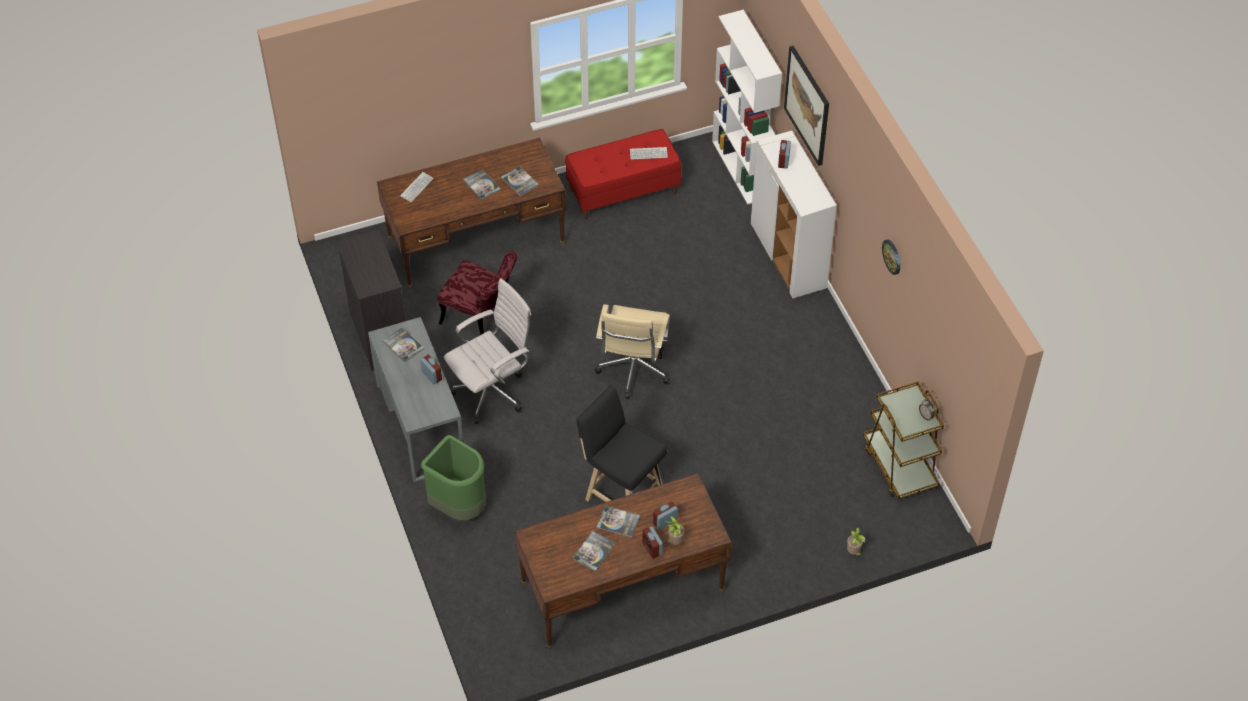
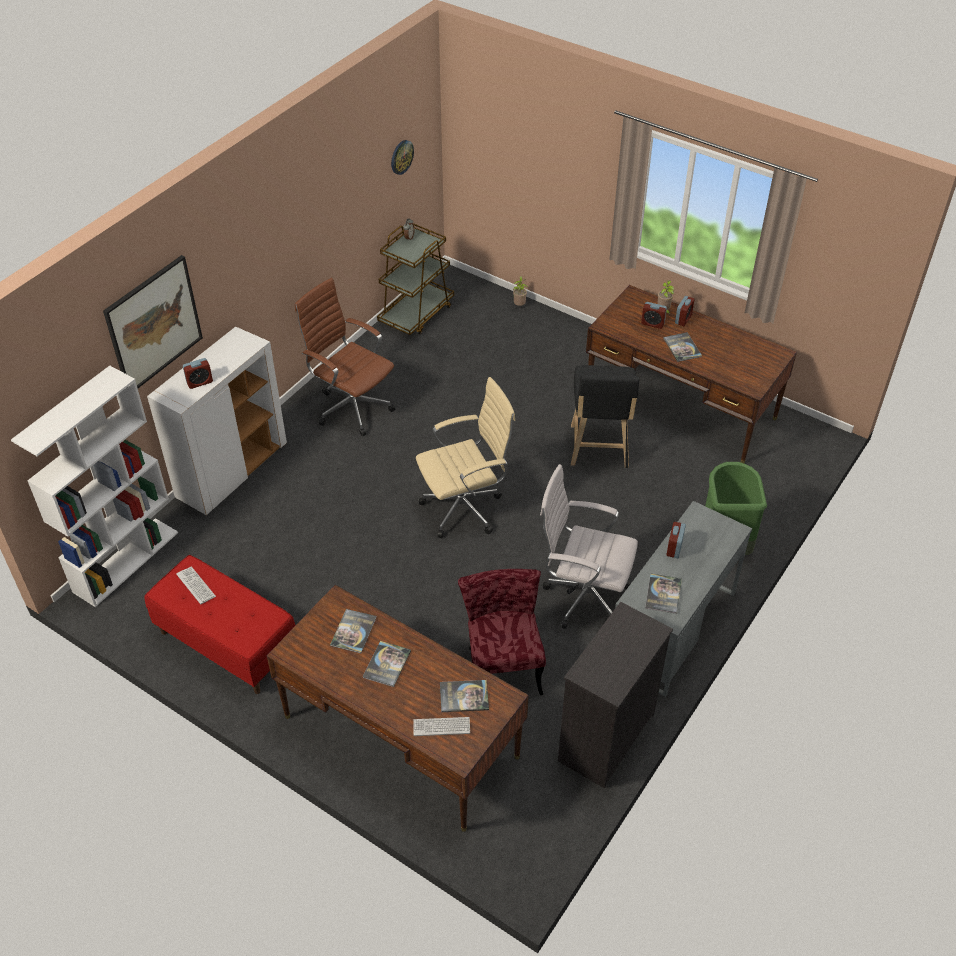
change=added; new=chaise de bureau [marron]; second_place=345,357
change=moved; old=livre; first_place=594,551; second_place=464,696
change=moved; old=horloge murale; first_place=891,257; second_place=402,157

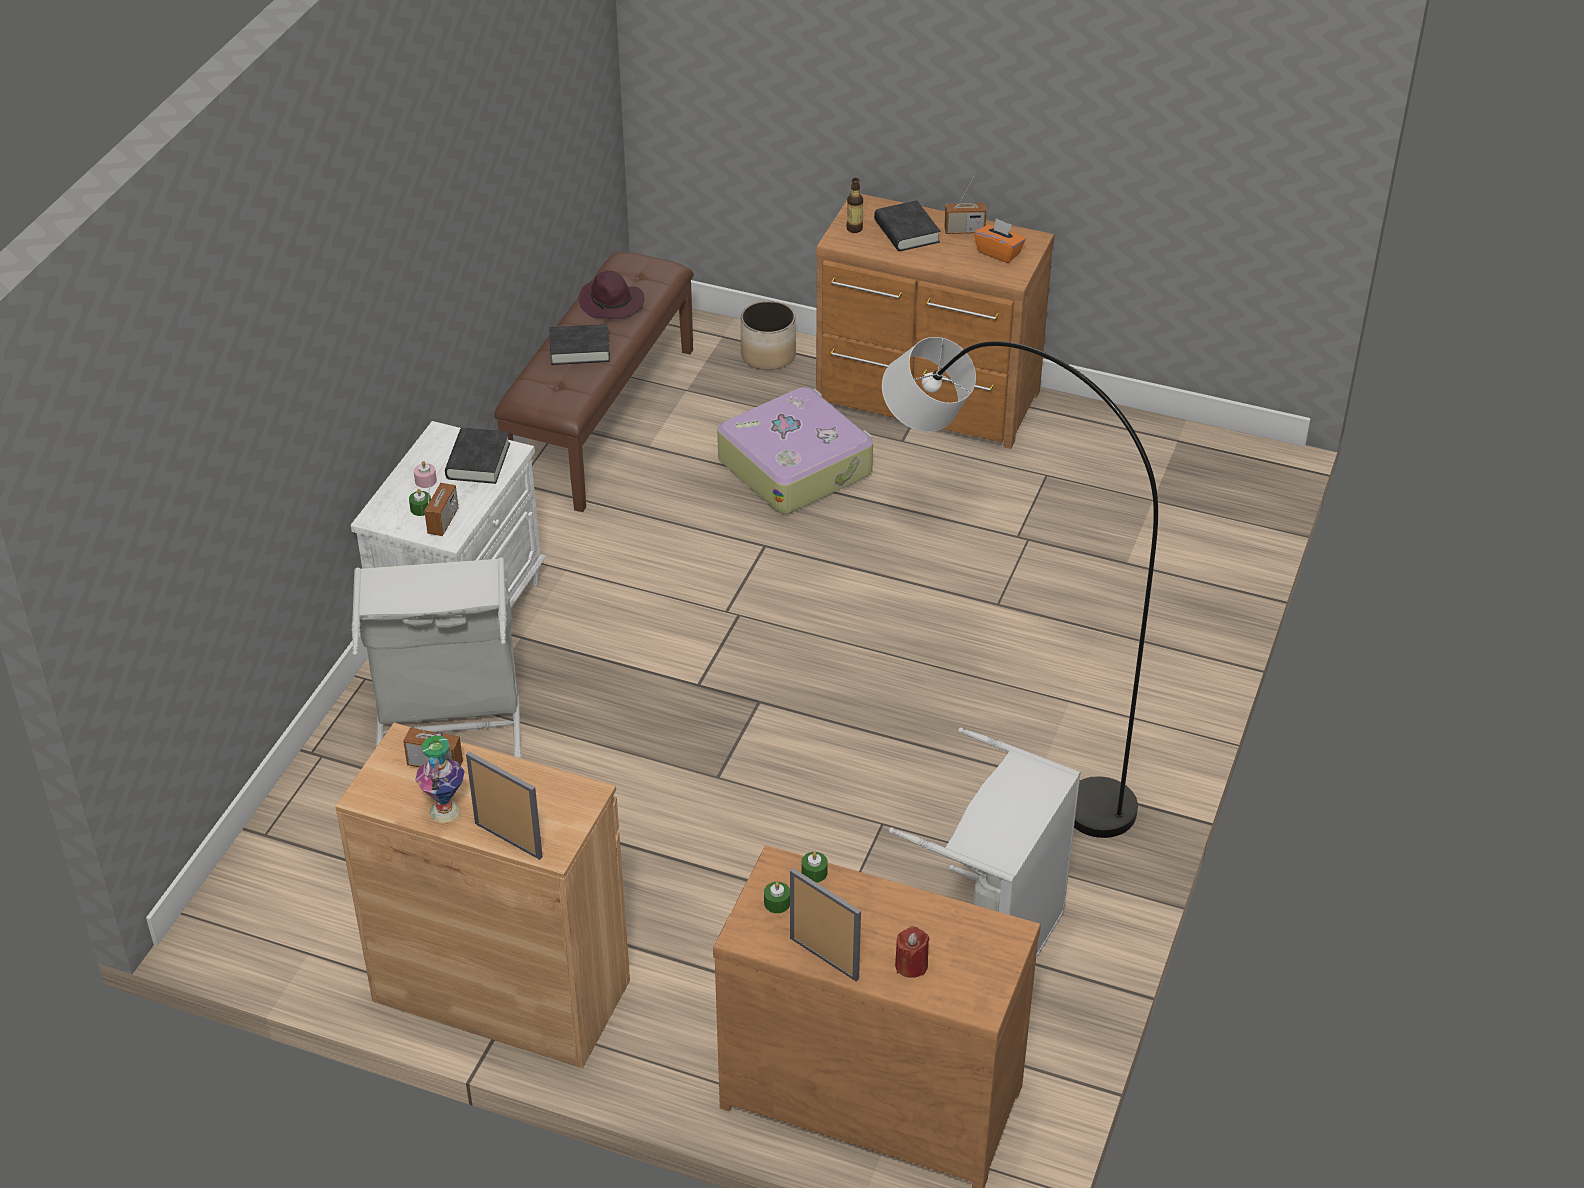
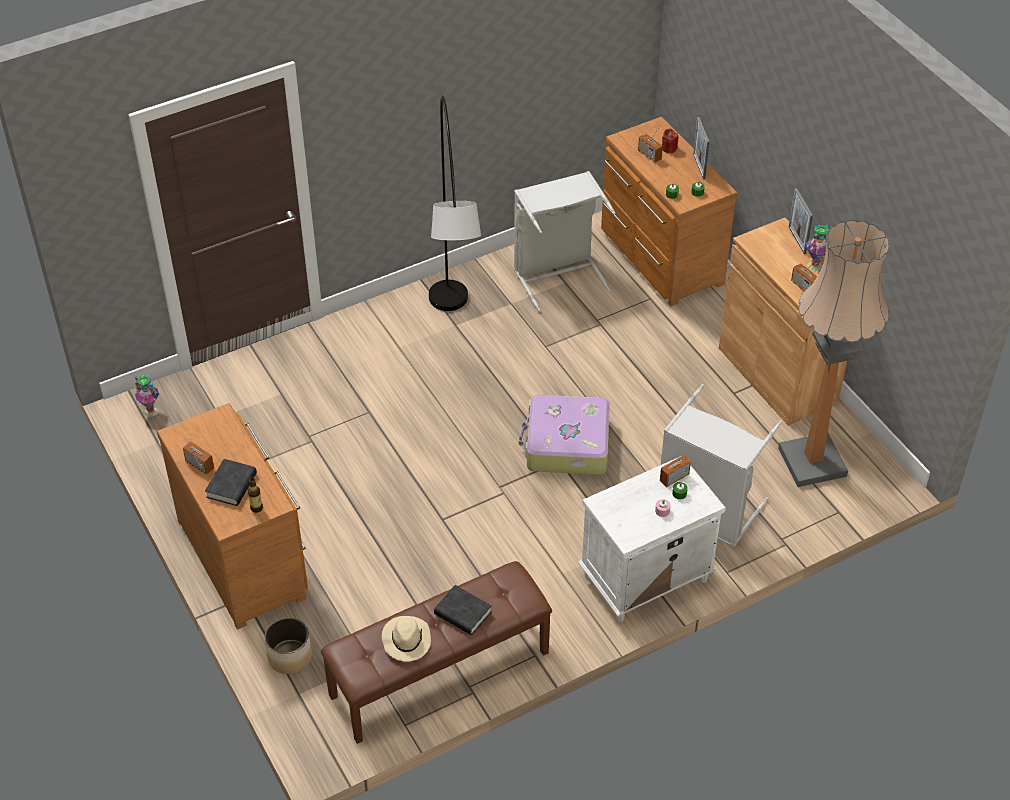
change=removed; old=livre [noir]; first_place=477,456
change=removed; old=boîte à mouchoirs [orange]; first_place=1000,240
change=added; new=vase; second_place=147,396
change=added; new=radio; second_place=650,144
change=added; new=lampadaire; second_place=834,353
change=moved; old=valise; first_place=795,450; second_place=564,435
change=recoloured; old=chapeau [violet]; new=chapeau [beige]; first_place=612,295; second_place=406,639

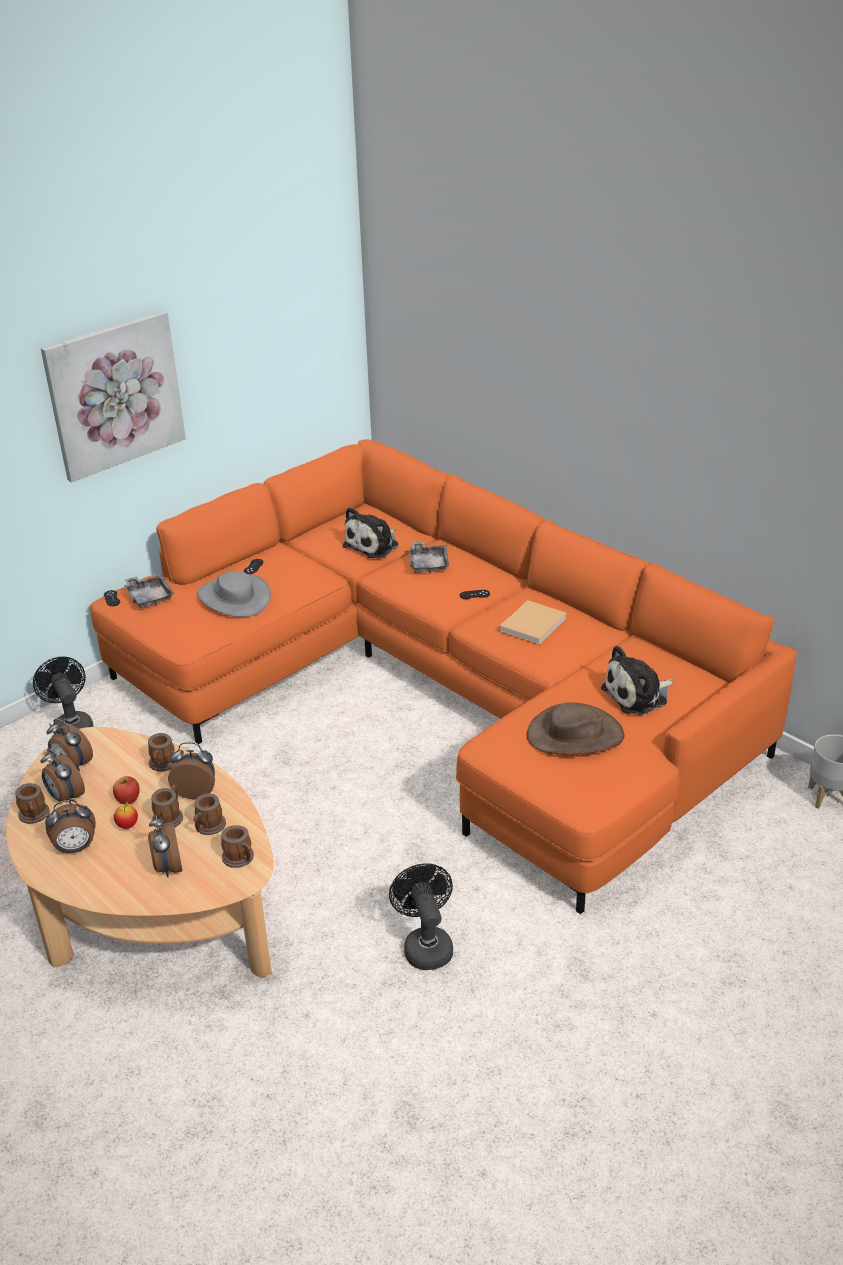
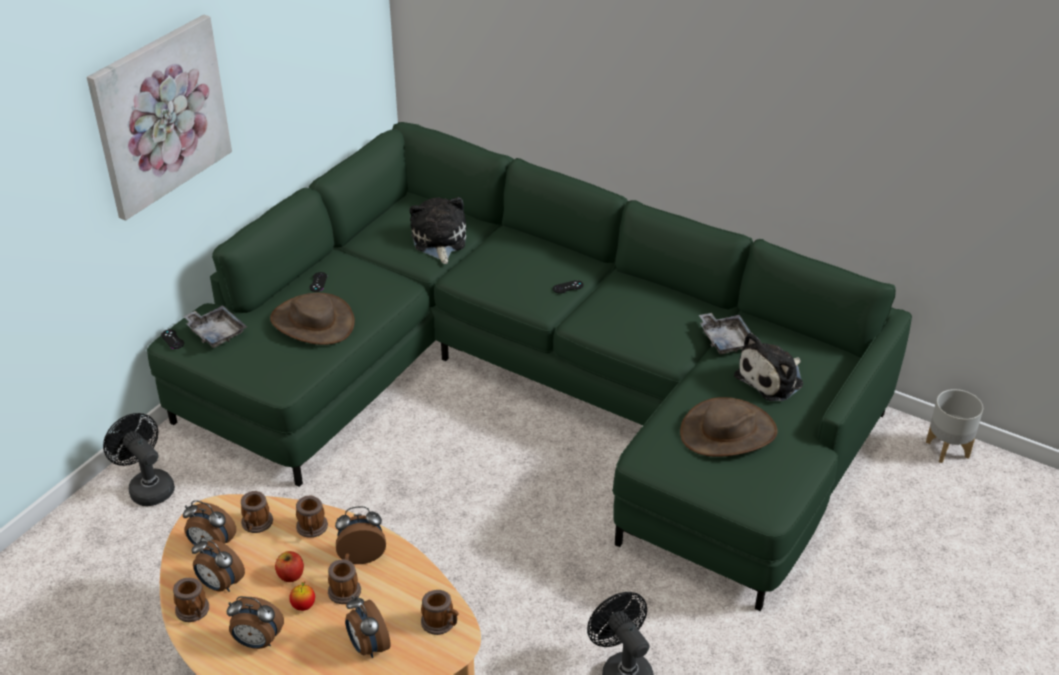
change=removed; old=livre [beige]; first_place=533,622
change=moved; old=mug; first_place=209,814; second_place=257,512
change=moved; old=plateau [gris]; first_place=429,557; second_place=725,333
change=recoloured; old=canapé [orange]; new=canapé [vert]; first_place=443,676; second_place=529,366
change=recoloured; old=chapeau [gris]; new=chapeau [marron]; first_place=234,594; second_place=312,319
change=turned; old=réveil; first_place=70,826; second_place=255,622; degrees=45
change=turned; old=peluche; first_place=370,532; second_place=437,230; degrees=150

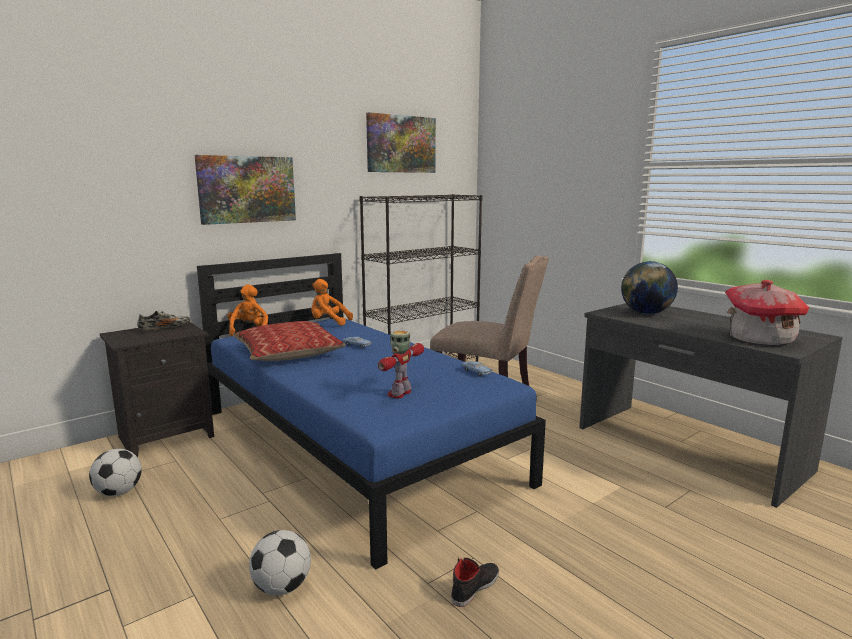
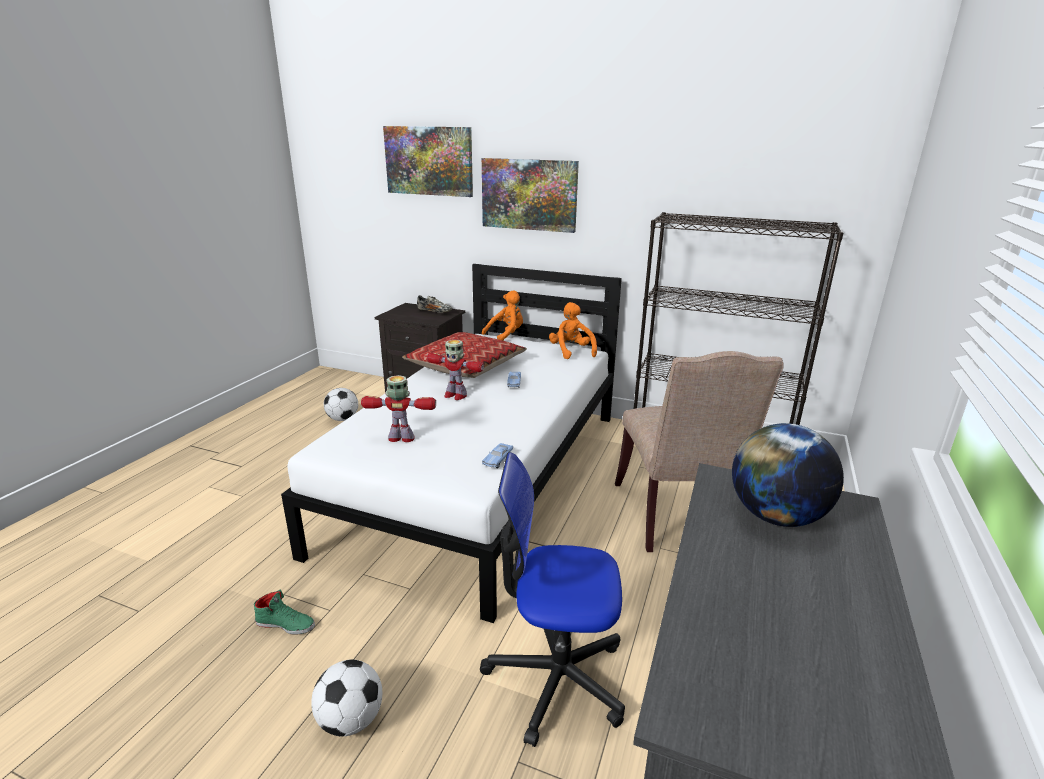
change=removed; old=maison miniature; first_place=767,312
change=added; new=robot jouet; second_place=455,370
change=added; new=chaise de bureau; second_place=552,599
change=moved; old=ballon de foot; first_place=280,562; second_place=346,698
change=moved; old=tableau; first_place=401,142; second_place=428,161
change=recoloured; old=lit [bleu]; new=lit [blanc]; first_place=371,411; second_place=451,443
change=recoloured; old=chaussure [noir]; new=chaussure [vert]; first_place=475,582; second_place=284,611

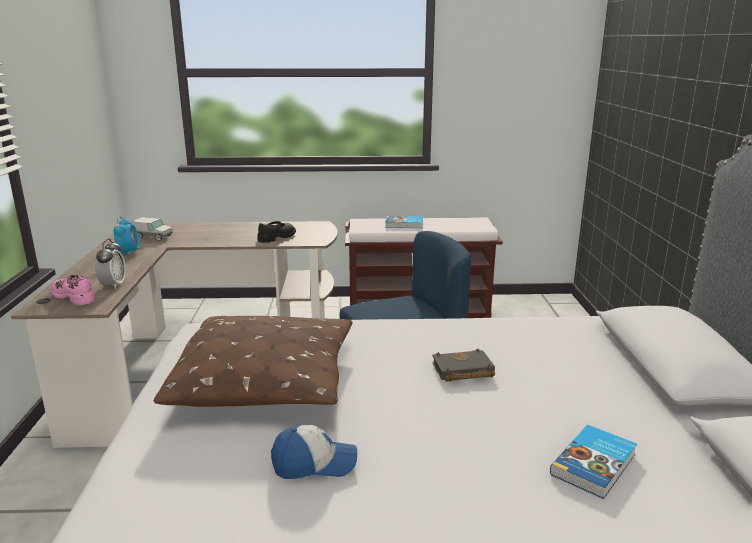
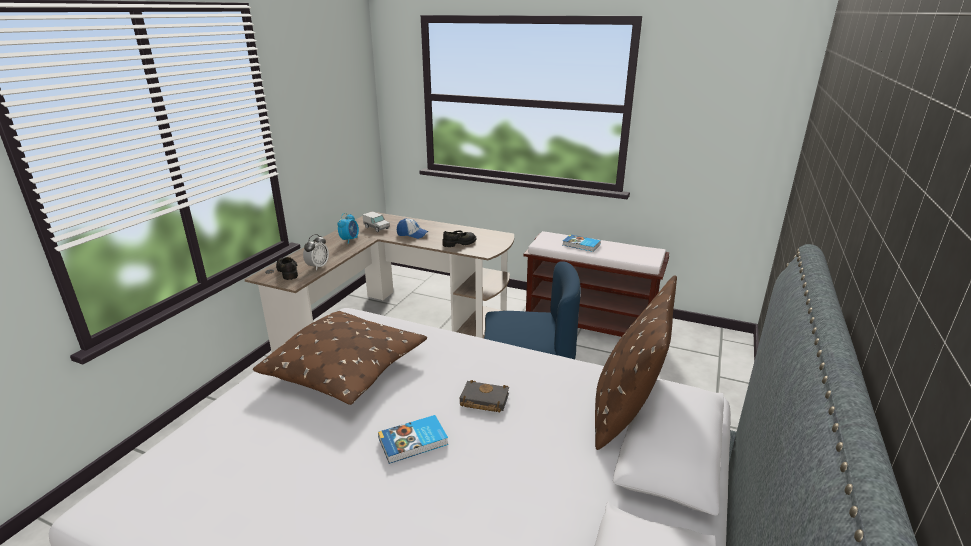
change=added; new=coussin [marron]; second_place=636,362
change=moved; old=casquette; first_place=314,452; second_place=413,228
change=moved; old=livre; first_place=593,462; second_place=413,439
change=recoloured; old=chaussure [rose]; new=chaussure [noir]; first_place=73,290; second_place=287,268

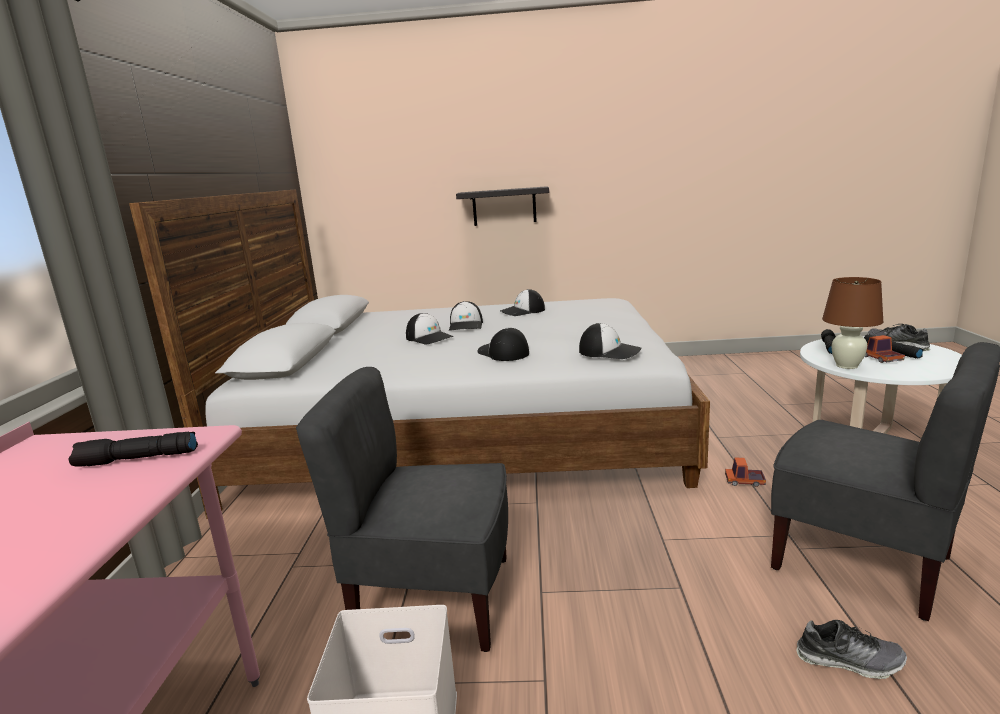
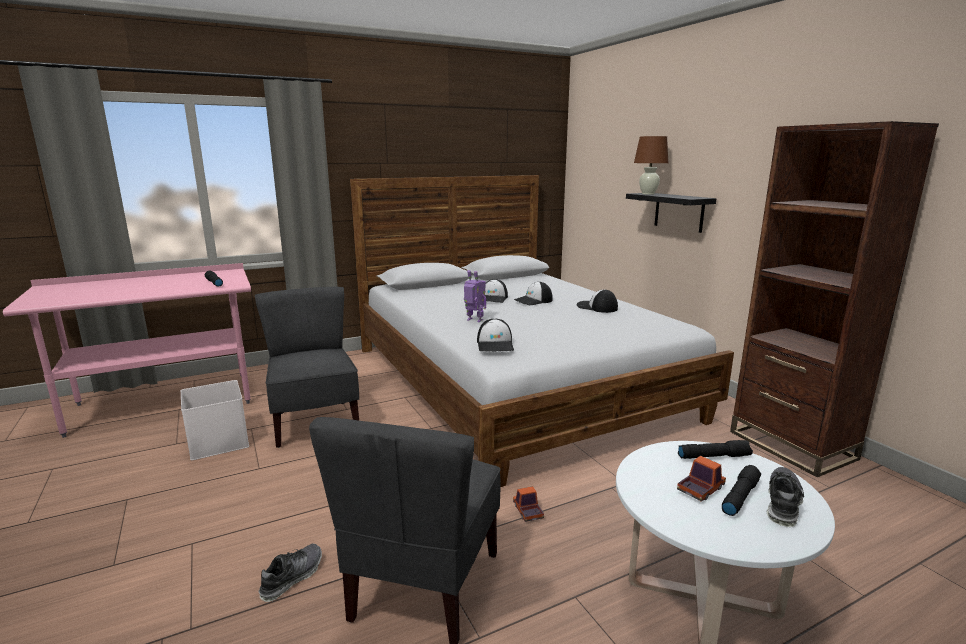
change=added; new=bibliothèque [marron]; second_place=834,299
change=moved; old=lampe de table [marron]; first_place=852,323; second_place=651,165
change=replaced; old=casquette; new=robot jouet; first_place=503,344; second_place=475,296
change=turned; old=chaussure; first_place=852,649; second_place=290,573; degrees=-135

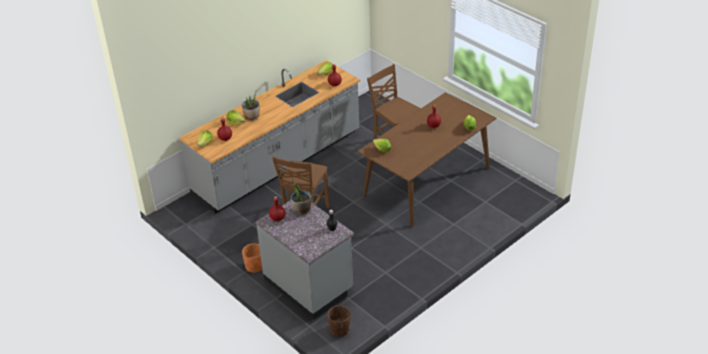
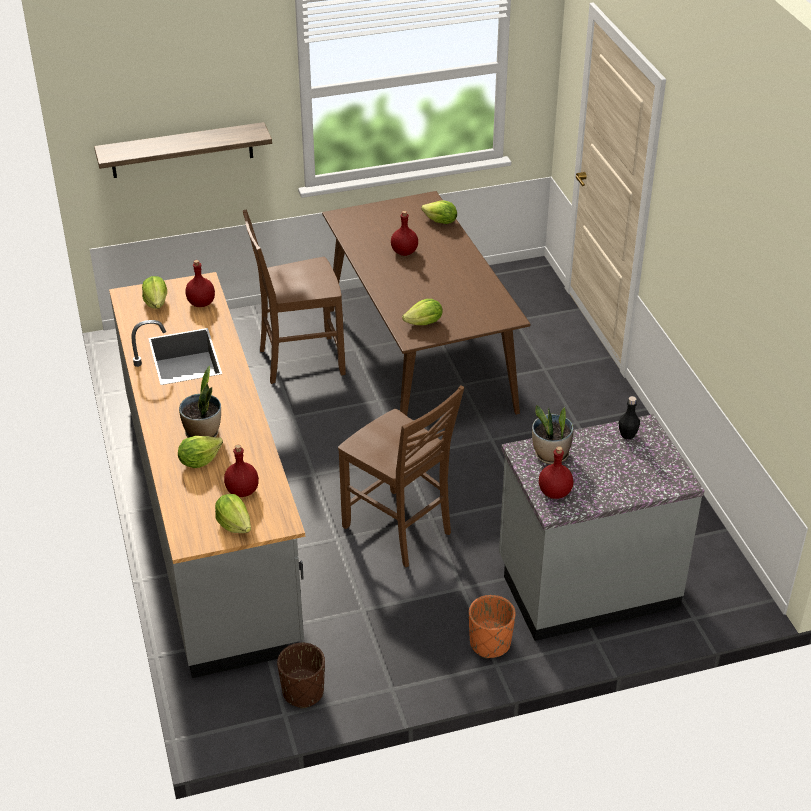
change=added; new=étagère; second_place=183,150
change=moved; old=cache-pot [marron]; first_place=338,321; second_place=301,675

